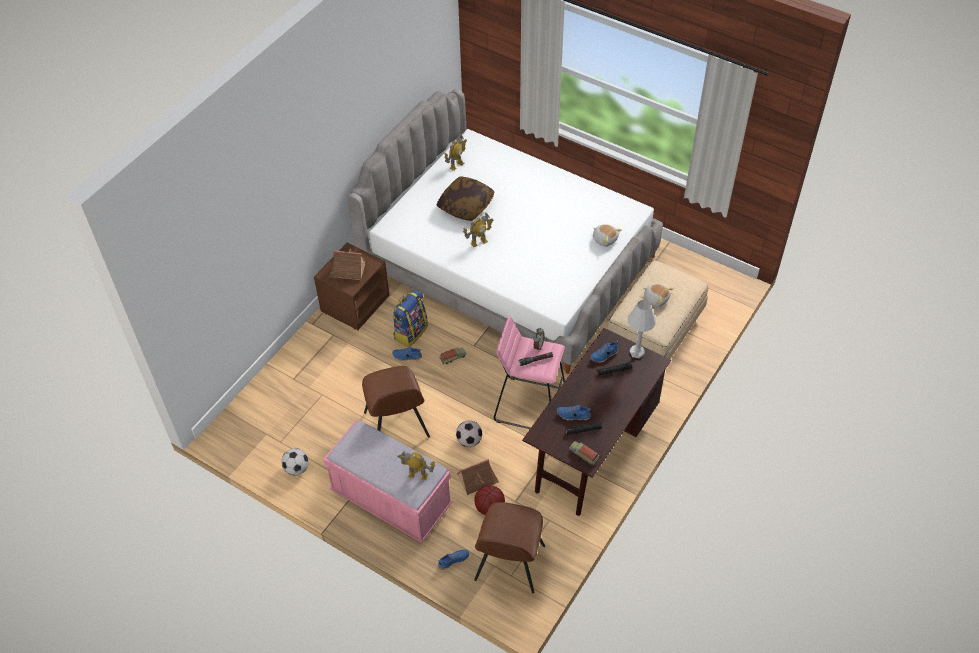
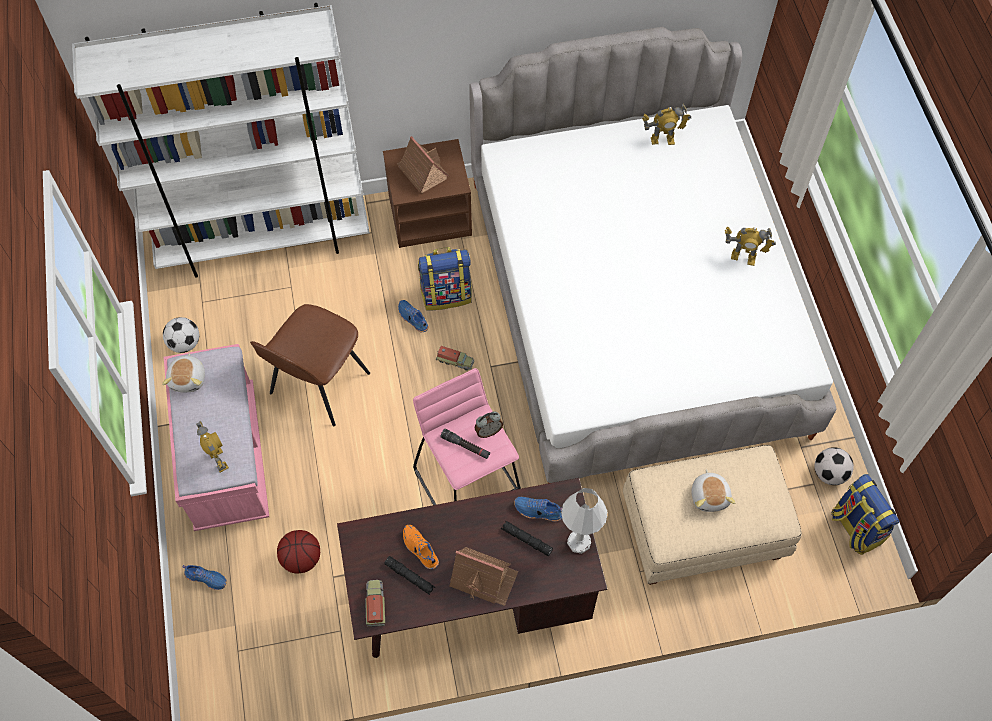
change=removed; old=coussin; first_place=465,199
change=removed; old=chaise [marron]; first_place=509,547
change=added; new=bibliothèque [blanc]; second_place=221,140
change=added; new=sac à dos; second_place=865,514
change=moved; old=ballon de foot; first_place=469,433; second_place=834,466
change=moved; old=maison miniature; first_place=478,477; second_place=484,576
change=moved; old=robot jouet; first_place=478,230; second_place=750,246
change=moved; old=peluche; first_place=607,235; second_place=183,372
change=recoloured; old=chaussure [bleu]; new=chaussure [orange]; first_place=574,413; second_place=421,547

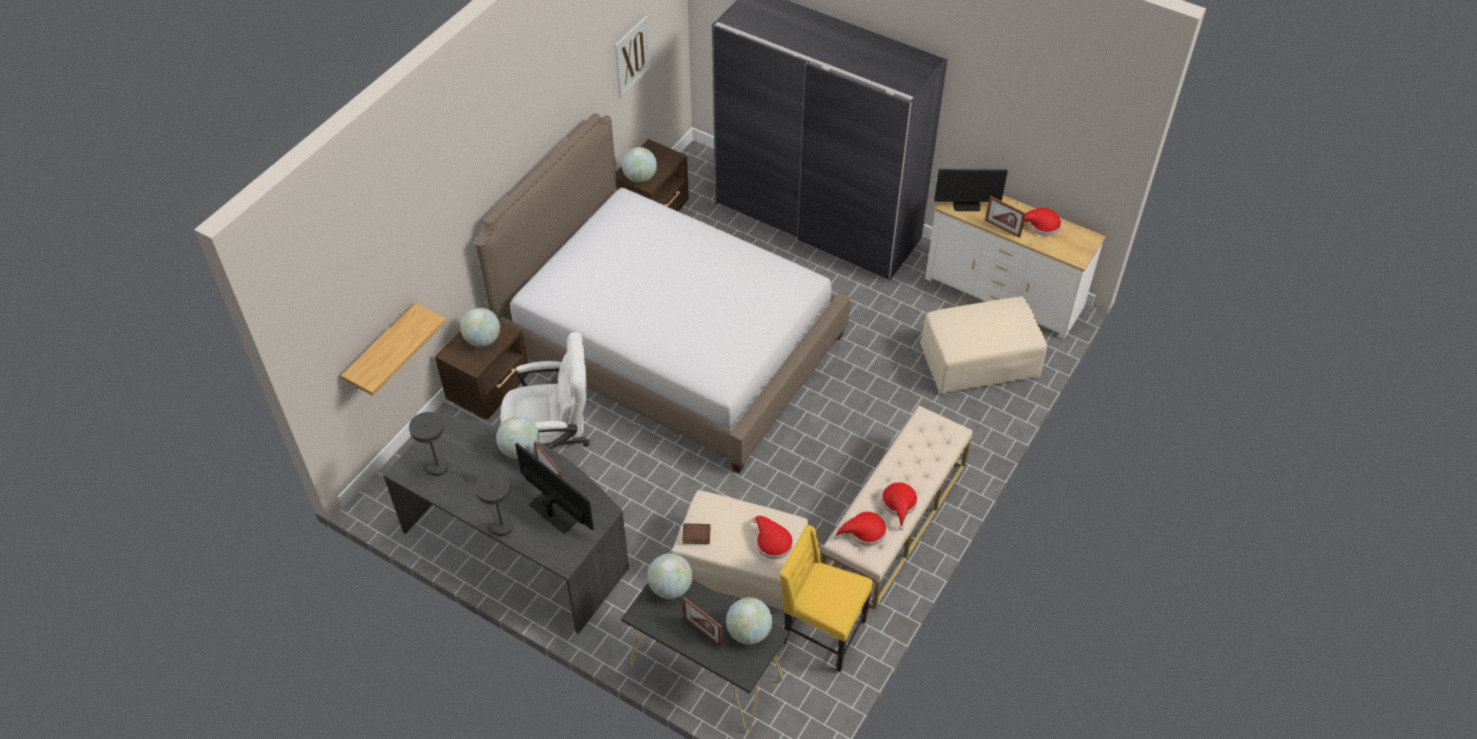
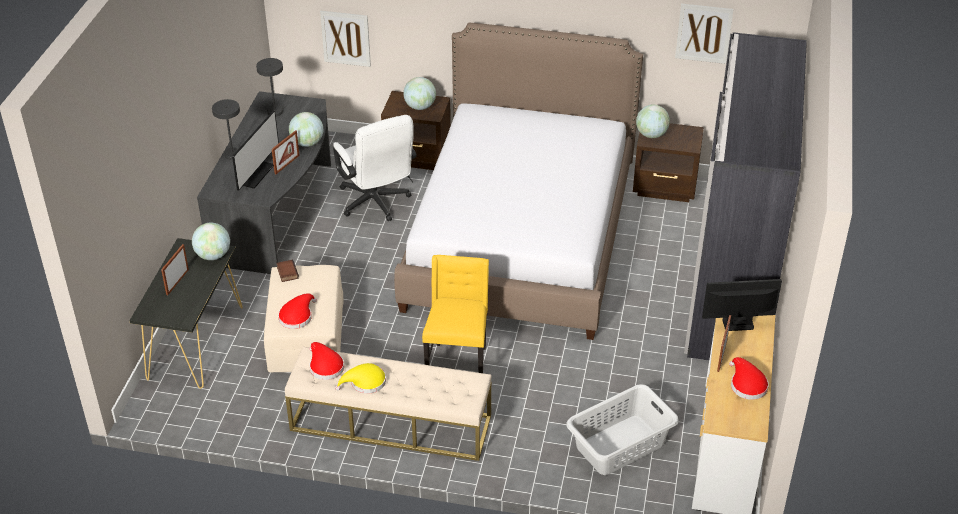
change=removed; old=globe; first_place=749,621
change=moved; old=chaise [jaune]; first_place=826,598; second_place=455,314
change=replaced; old=étagère; new=tableau; first_place=393,349; second_place=345,39
change=replaced; old=pouf [beige]; new=panier à linge [gris]; first_place=983,345; second_place=622,429
change=recoloured; old=chapeau [rouge]; new=chapeau [jaune]; first_place=899,506; second_place=360,378
change=turned; old=écran d'ordinateur; first_place=971,190; second_place=742,305; degrees=105

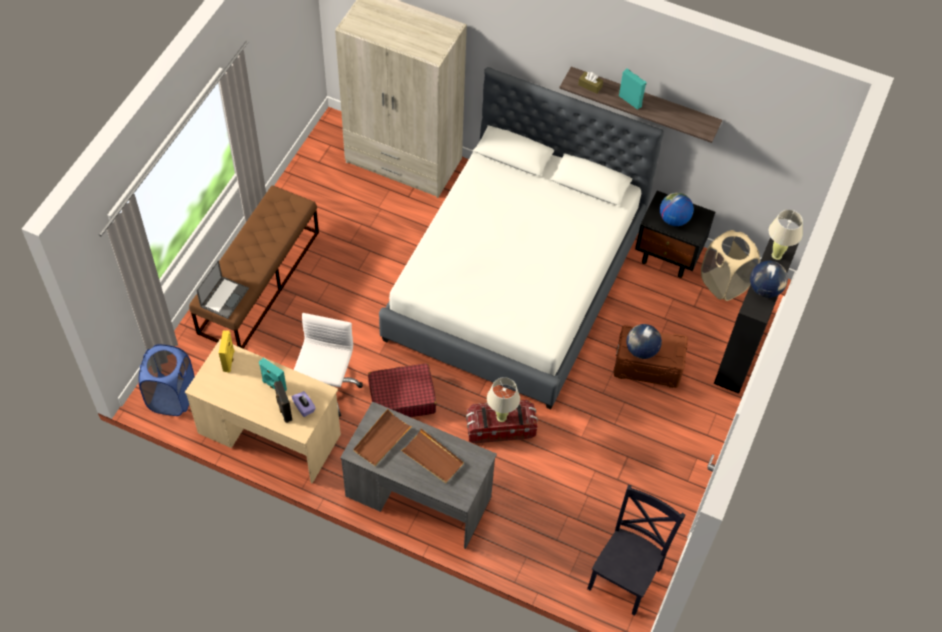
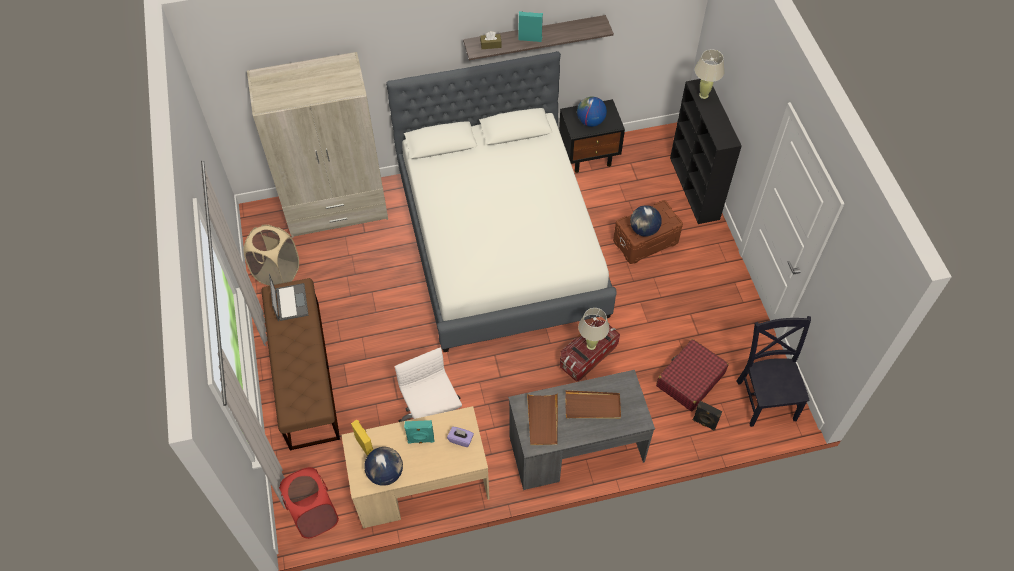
change=moved; old=ordinateur portable; first_place=222,289; second_place=288,297
change=moved; old=enceinte [noir]; first_place=283,402; second_place=708,416
change=moved; old=valise [rouge]; first_place=402,390; second_place=692,375
change=moved; old=panier à linge [beige]; first_place=730,265; second_place=271,255
change=moved; old=globe; first_place=769,279; second_place=383,466
change=recoloured; old=panier à linge [bleu]; new=panier à linge [rouge]; first_place=167,380; second_place=309,503

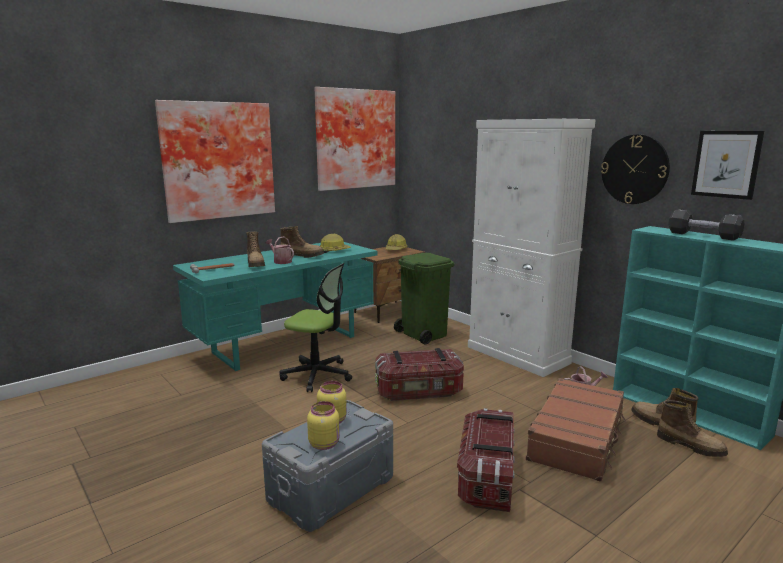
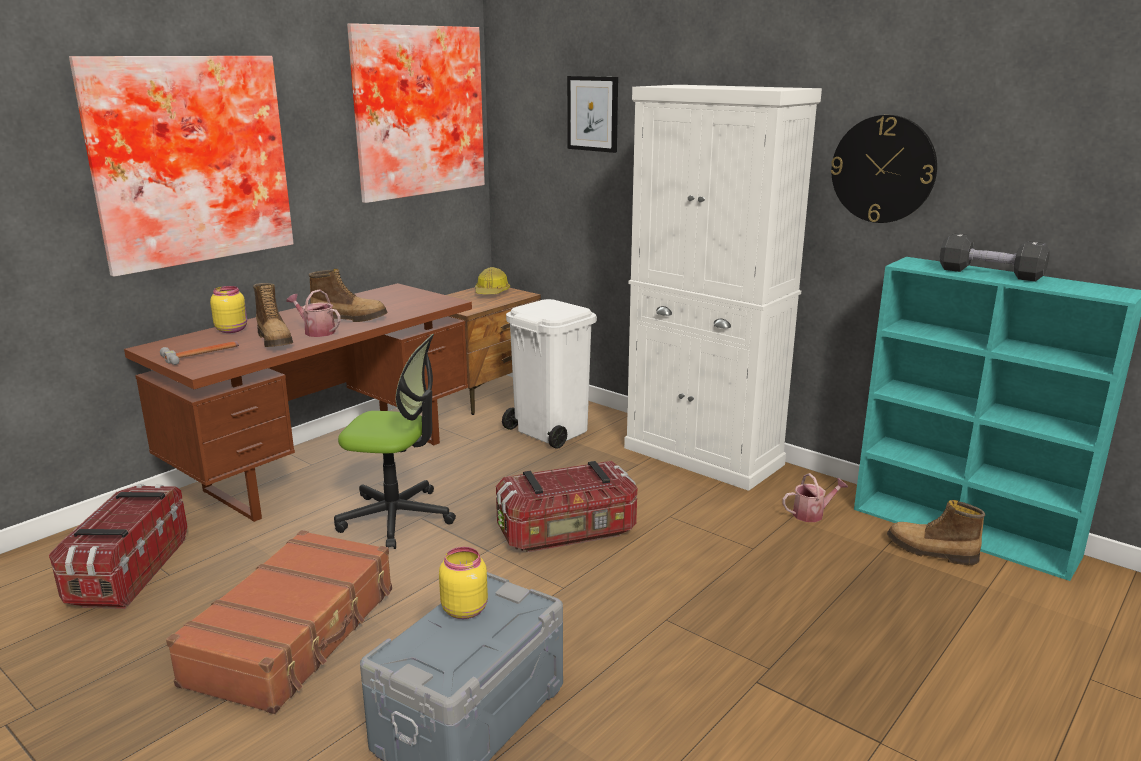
change=removed; old=casque de chantier; first_place=335,243
change=removed; old=botte; first_place=692,428
change=moved; old=bocal [jaune]; first_place=323,425; second_place=228,309
change=moved; old=boîte de rangement; first_place=486,460; second_place=118,546
change=moved; old=valise [marron]; first_place=576,430; second_place=279,622
change=moved; old=tableau; first_place=727,165; second_place=592,114
change=recoloured; old=bureau [turquoise]; new=bureau [marron]; first_place=275,306; second_place=298,402
change=recoloured; old=poubelle [vert]; new=poubelle [blanc]; first_place=424,299; second_place=549,374

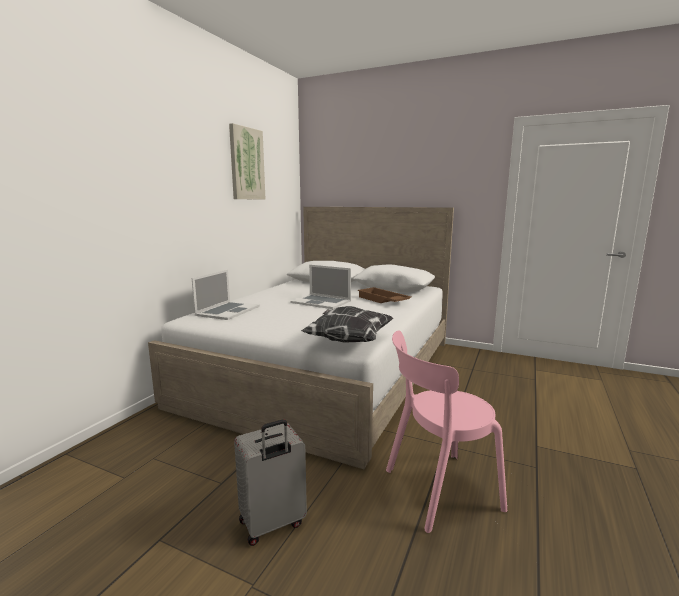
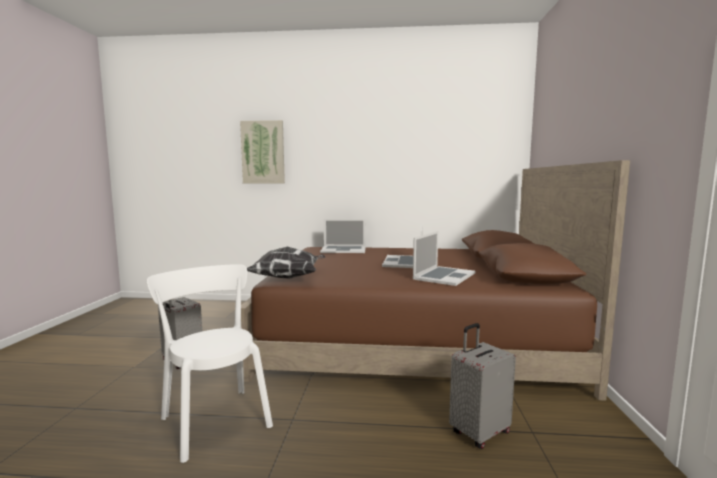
change=added; new=valise [gris]; second_place=482,386
change=moved; old=tableau; first_place=247,161; second_place=262,151
change=replaced; old=plateau [marron]; new=ordinateur portable; first_place=384,295; second_place=444,258
change=recoloured; old=lit [blanc]; new=lit [marron]; first_place=301,338; second_place=435,280
change=recoloured; old=chaise [rose]; new=chaise [blanc]; first_place=446,431; second_place=210,363

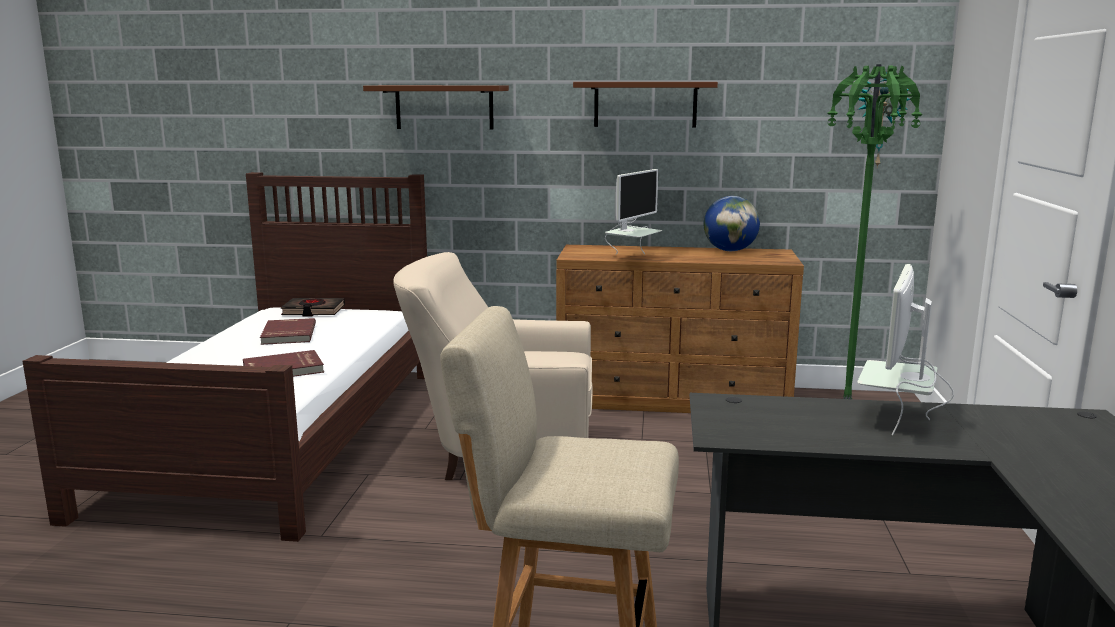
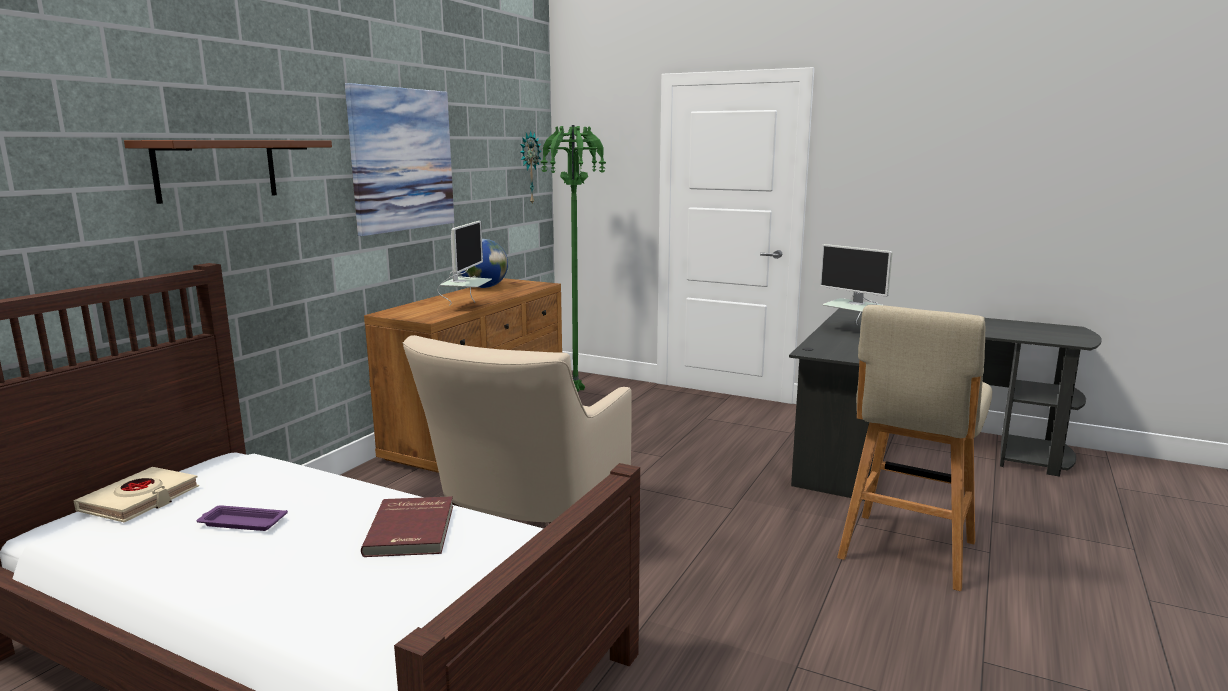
change=replaced; old=livre [rouge]; new=plateau [violet]; first_place=288,331; second_place=242,518
change=replaced; old=étagère [marron]; new=tableau; first_place=645,104; second_place=399,159
change=recoloured; old=livre [noir]; new=livre [beige]; first_place=313,307; second_place=136,494
change=turned; old=écran d'ordinateur; first_place=633,212; second_place=464,263; degrees=45

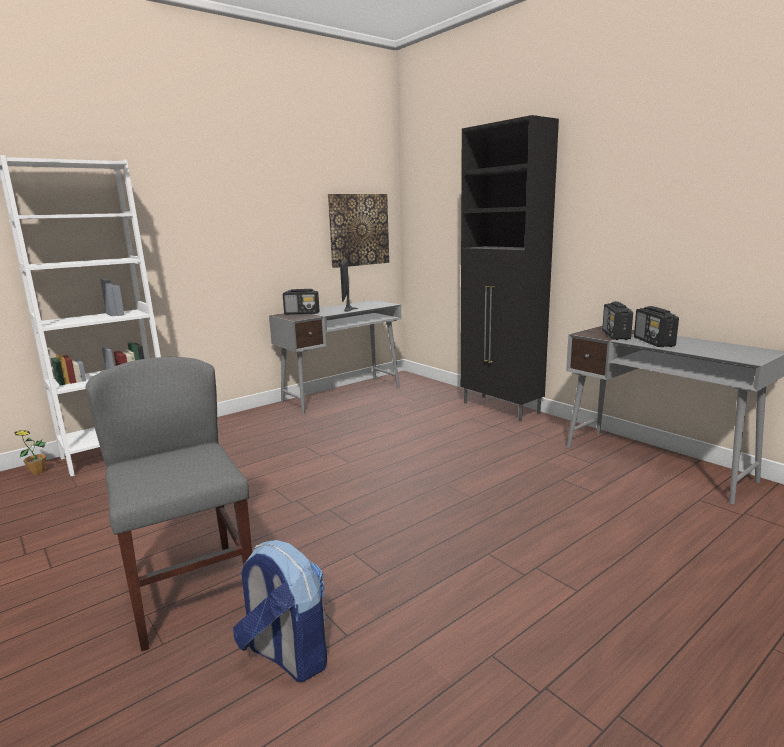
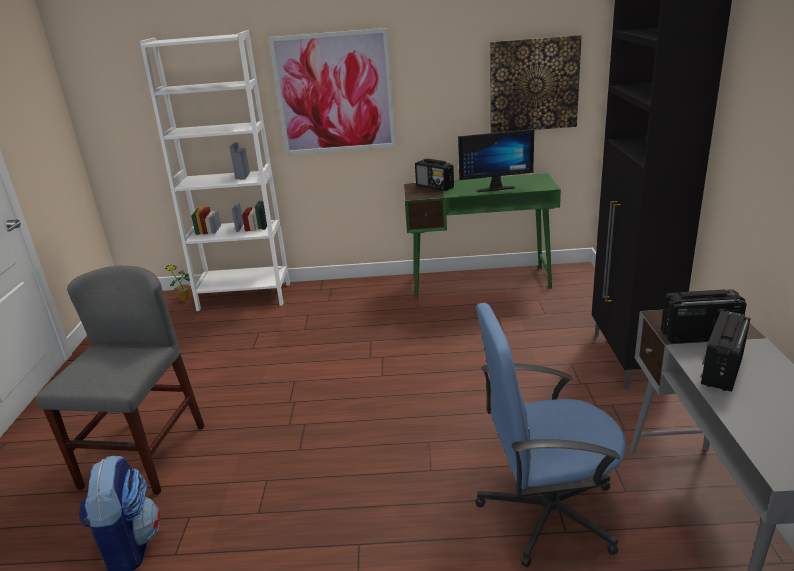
change=added; new=tableau; second_place=332,91
change=added; new=chaise de bureau [bleu]; second_place=550,435
change=recoloured; old=bureau [gris]; new=bureau [vert]; first_place=335,357; second_place=482,235
change=turned; old=écran d'ordinateur; first_place=349,285; second_place=496,160; degrees=-135
change=turned; old=radio; first_place=617,320; second_place=704,316; degrees=45

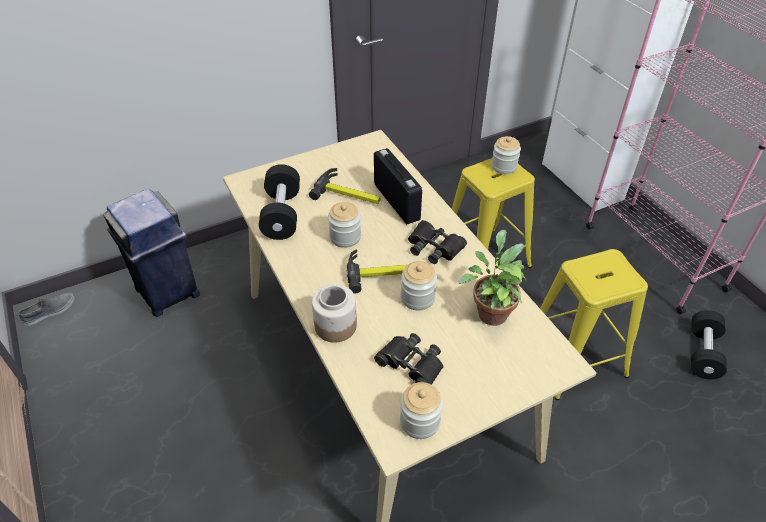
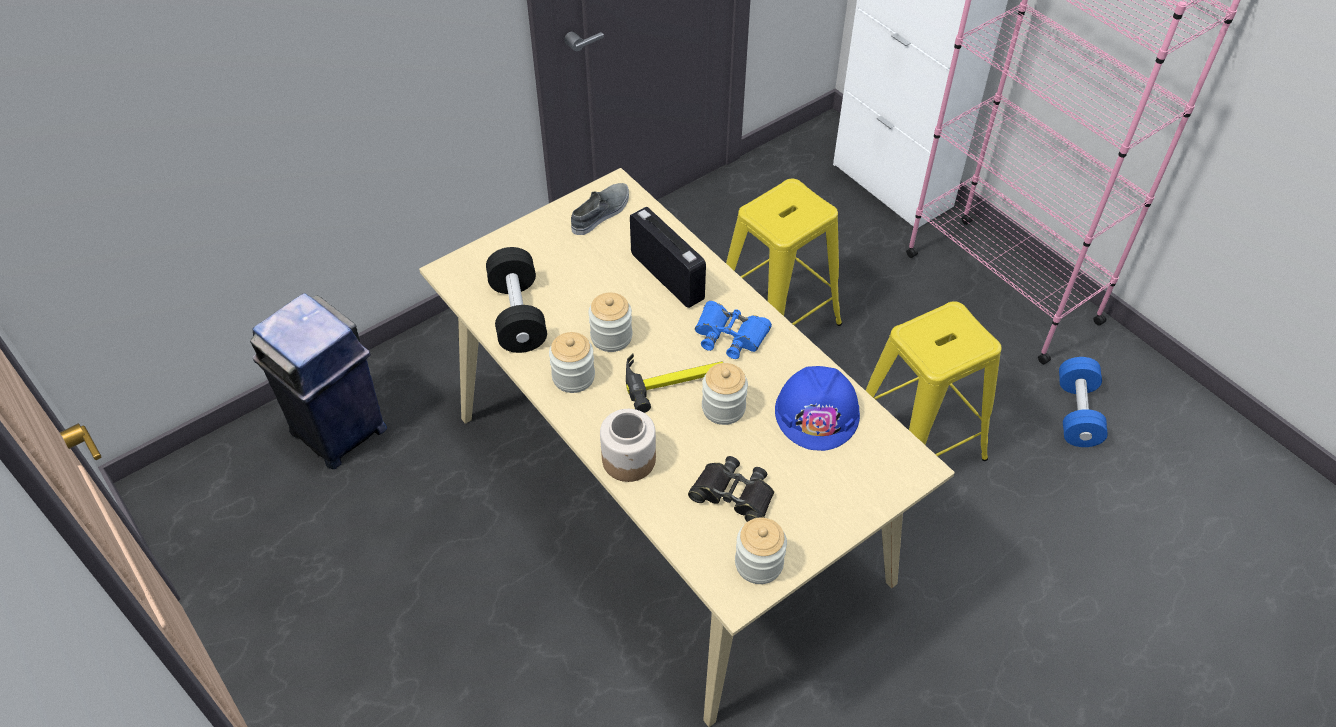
change=removed; old=marteau; first_place=344,186
change=moved; old=chaussure [gris]; first_place=47,309; second_place=600,209
change=moved; old=bocal; first_place=506,155; second_place=572,362
change=replaced; old=plante en pot; new=casque de chantier [bleu]; first_place=492,278; second_place=817,408
change=recoloured; old=jumelles [noir]; new=jumelles [bleu]; first_place=437,242; second_place=733,330
change=recoloured; old=haltère [noir]; new=haltère [bleu]; first_place=709,344; second_place=1083,402

